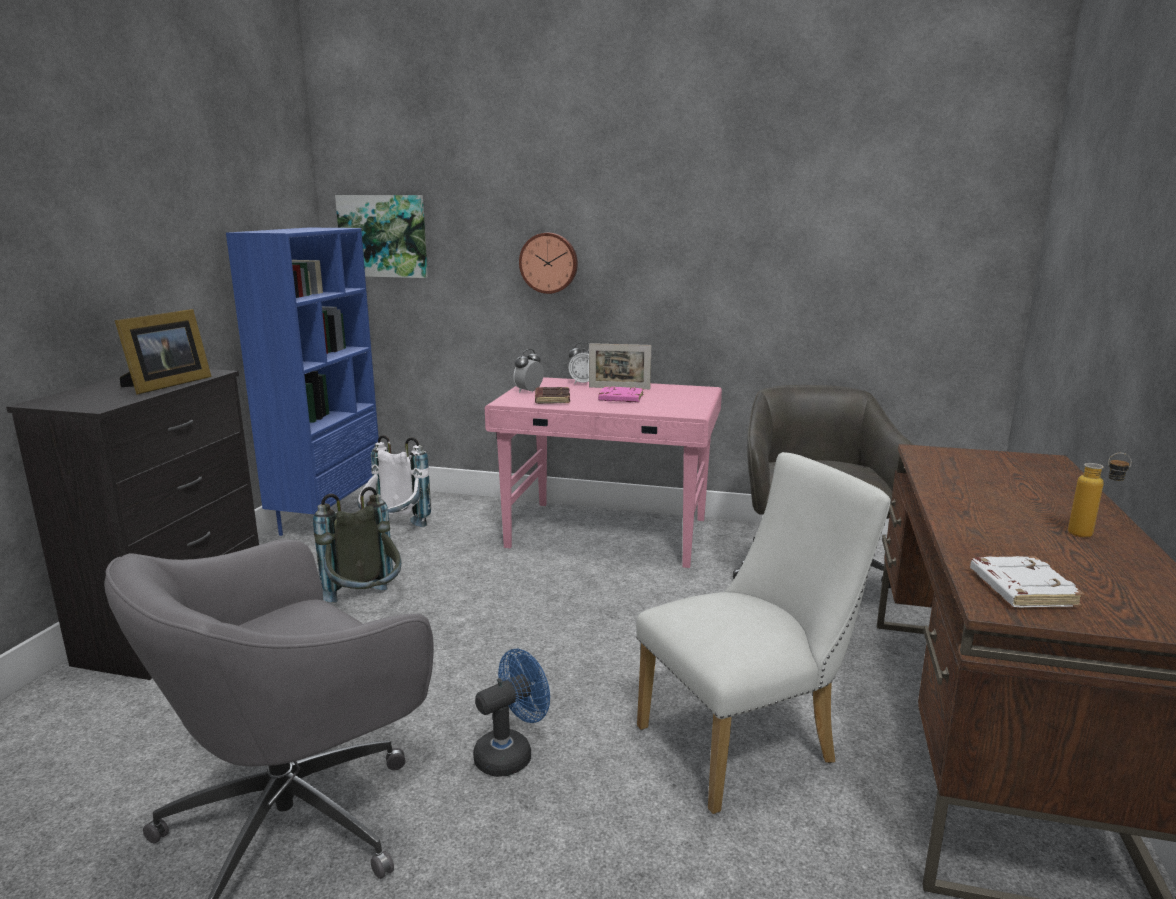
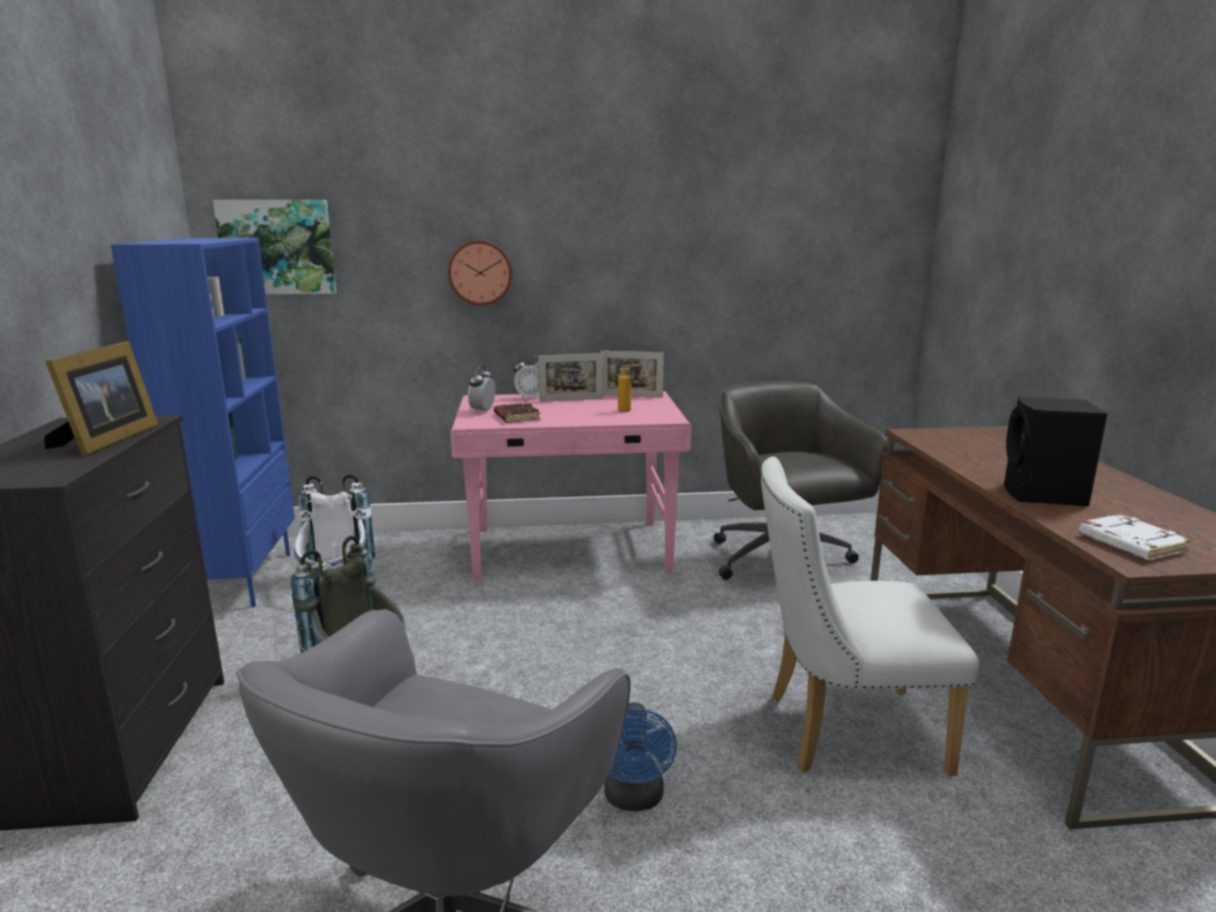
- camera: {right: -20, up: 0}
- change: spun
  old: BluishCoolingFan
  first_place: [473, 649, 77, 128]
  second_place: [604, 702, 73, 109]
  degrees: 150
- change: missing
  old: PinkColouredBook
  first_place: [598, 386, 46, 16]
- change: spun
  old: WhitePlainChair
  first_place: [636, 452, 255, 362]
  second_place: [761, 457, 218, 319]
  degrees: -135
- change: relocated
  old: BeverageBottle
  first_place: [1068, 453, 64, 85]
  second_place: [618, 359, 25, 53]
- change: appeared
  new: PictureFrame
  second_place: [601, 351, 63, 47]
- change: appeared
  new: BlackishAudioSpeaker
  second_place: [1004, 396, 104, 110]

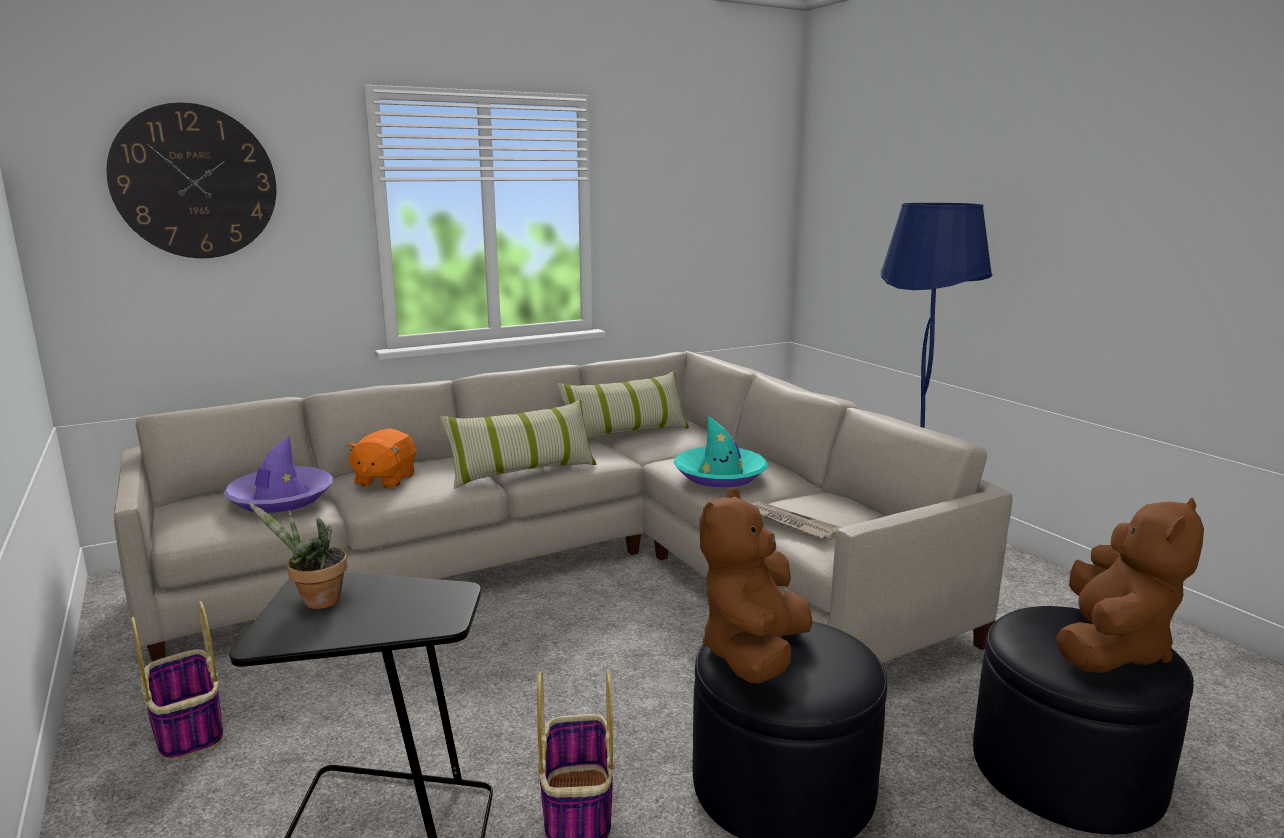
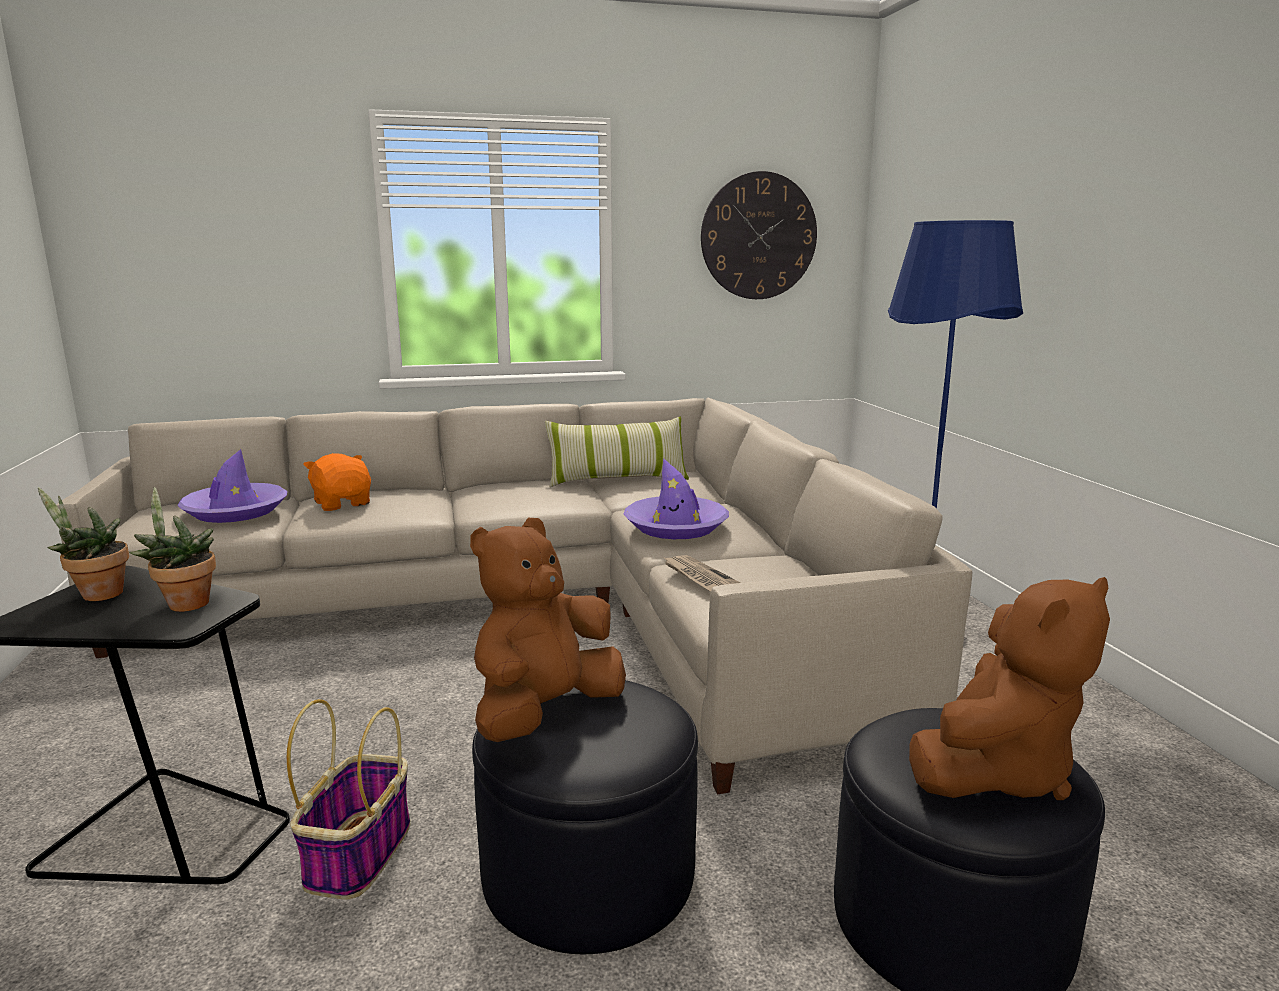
- camera: {right: 15, up: 0}
- change: relocated
  old: ClockOnTheWall
  first_place: [106, 102, 170, 156]
  second_place: [701, 171, 116, 128]
- change: missing
  old: StorageBasket
  first_place: [131, 601, 92, 160]
- change: spun
  old: OrangeColouredSoftToy
  first_place: [345, 428, 71, 61]
  second_place: [303, 453, 68, 58]
  degrees: 120
- change: missing
  old: Pillow
  first_place: [440, 400, 156, 88]
- change: colour
  old: TurquoiseColouredHat
  new: PurpleColouredHat
  first_place: [673, 415, 95, 72]
  second_place: [624, 458, 105, 81]
- change: appeared
  new: PlantInAPot
  second_place: [129, 487, 87, 125]

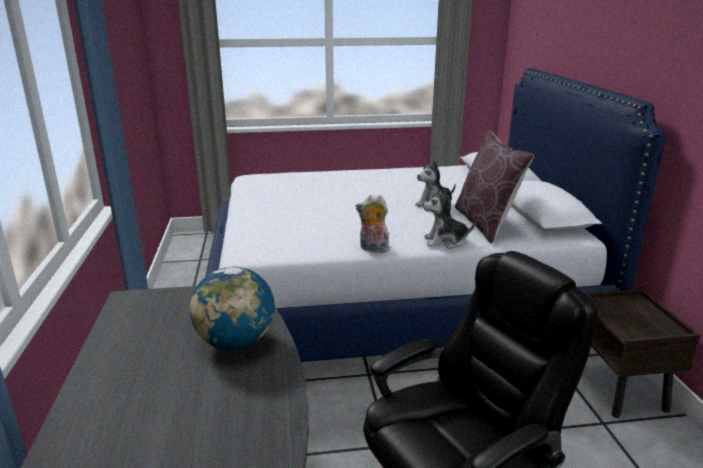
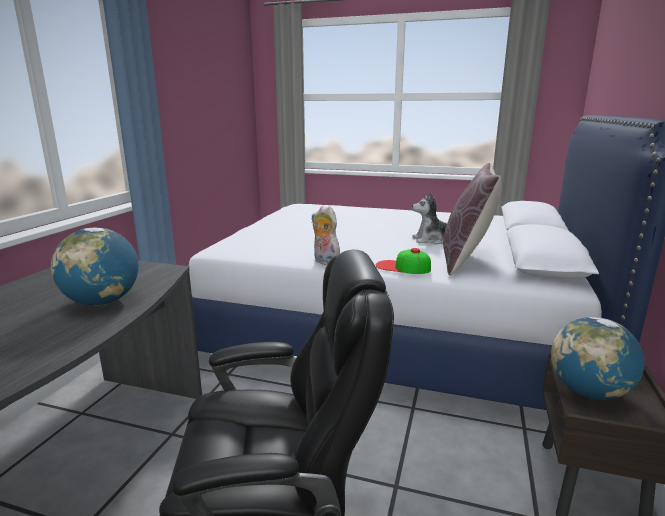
- camera: {right: 25, up: -5}
- change: exchanged
  old: SoftToy
  new: PeakedCap
  first_place: [423, 190, 53, 59]
  second_place: [376, 248, 55, 26]
- change: appeared
  new: DeskGlobe
  second_place: [551, 317, 94, 83]

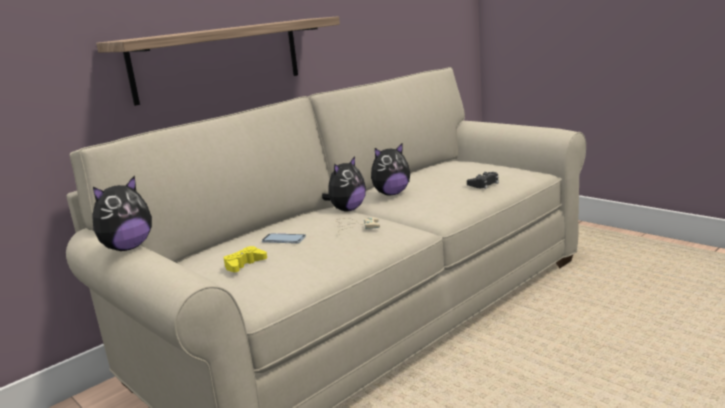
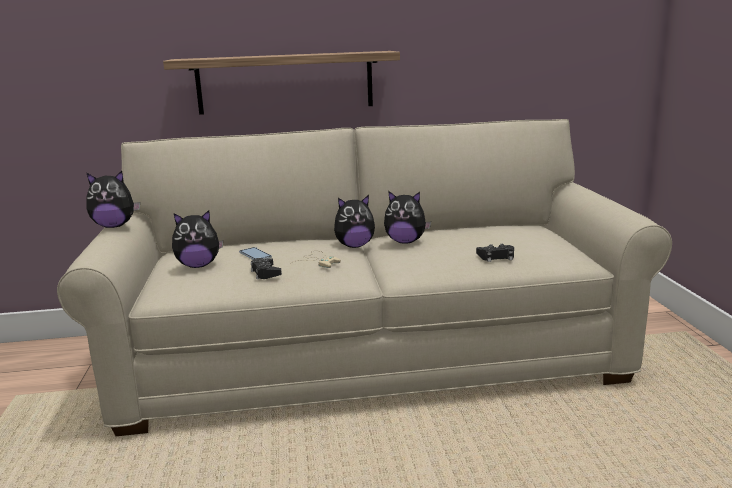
- camera: {right: 35, up: 0}
- change: exchanged
  old: YellowColouredJoypad
  new: SoftToy
  first_place: [224, 246, 43, 26]
  second_place: [172, 210, 51, 58]
- change: appeared
  new: BlackishJoypad
  second_place: [251, 258, 31, 21]

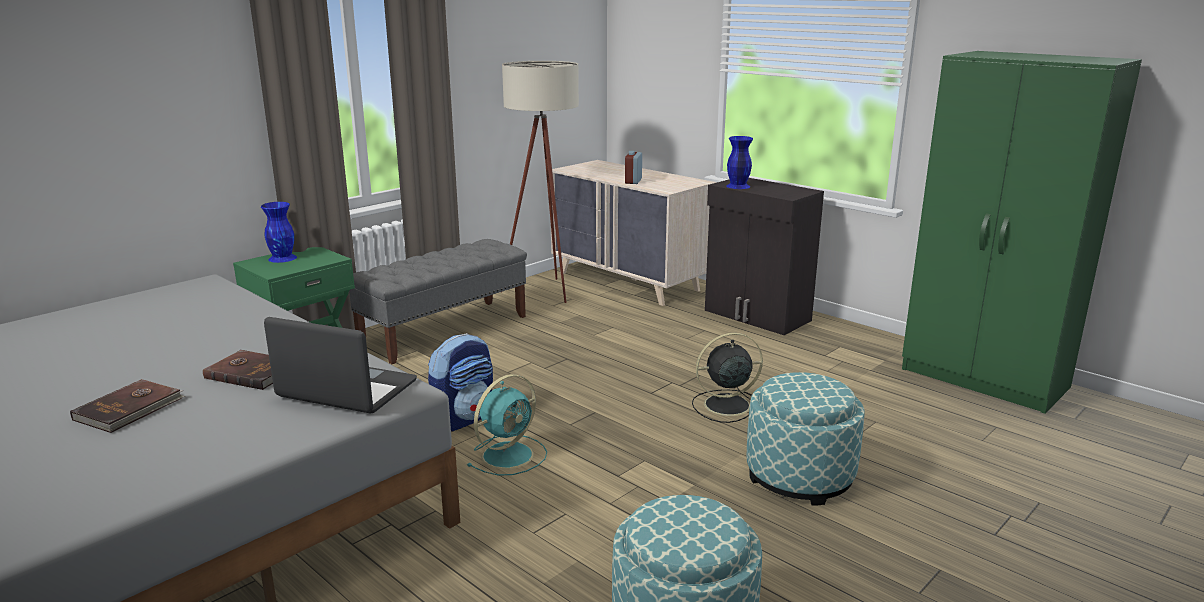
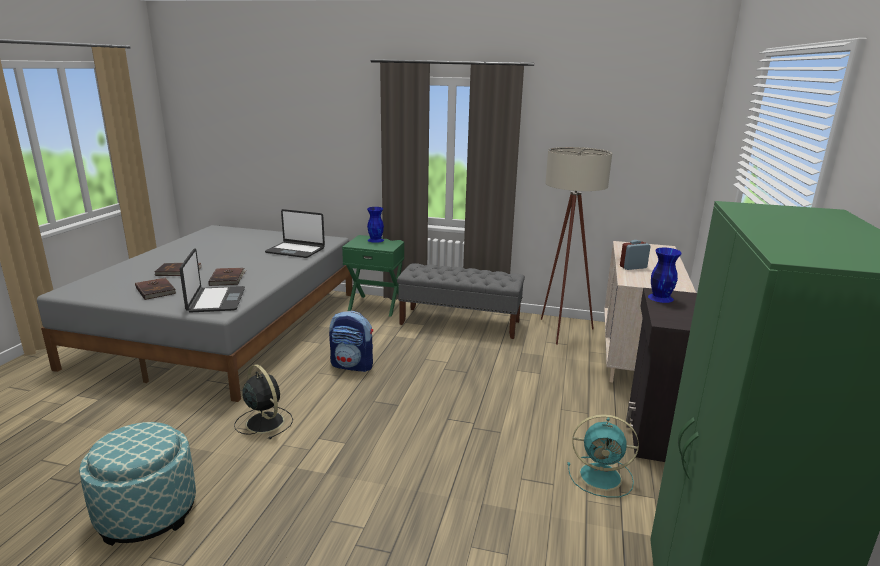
- camera: {right: 60, up: 0}
- change: relocated
  old: TurquoiseColouredCoolingFan
  first_place: [467, 374, 80, 102]
  second_place: [567, 414, 72, 84]
- change: relocated
  old: BlackishCoolingFan
  first_place: [692, 333, 71, 90]
  second_place: [234, 364, 59, 75]
- change: missing
  old: Ottoman
  first_place: [747, 372, 118, 134]
- change: appeared
  new: BrownBook
  second_place: [135, 278, 41, 22]
- change: appeared
  new: Laptop
  second_place: [265, 209, 60, 49]

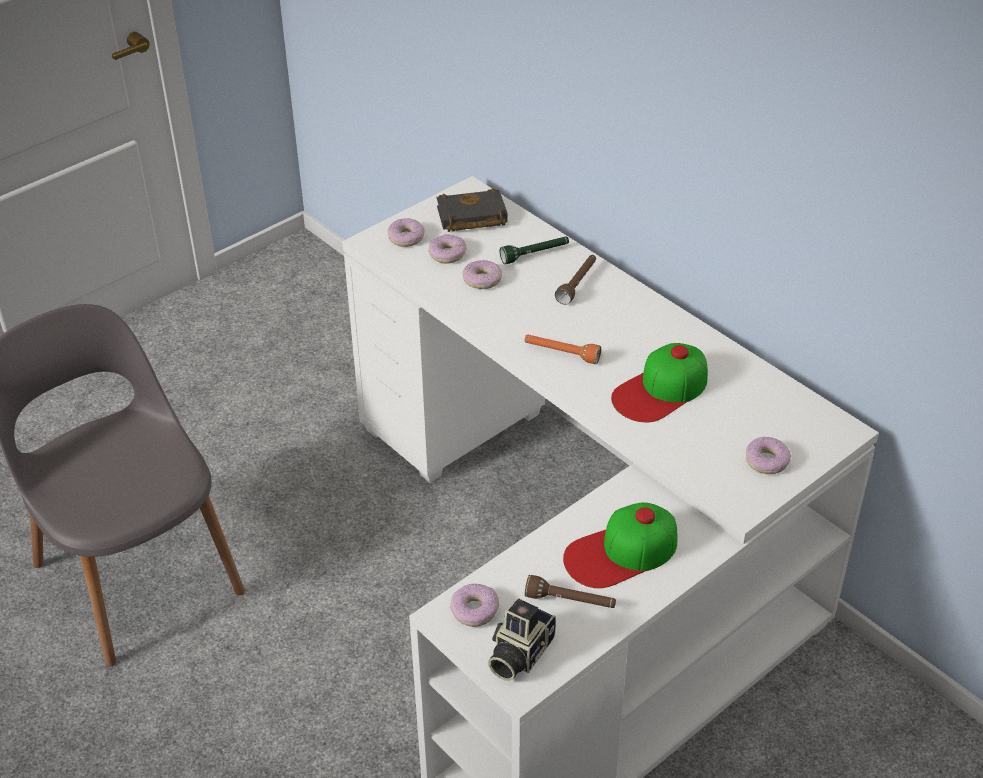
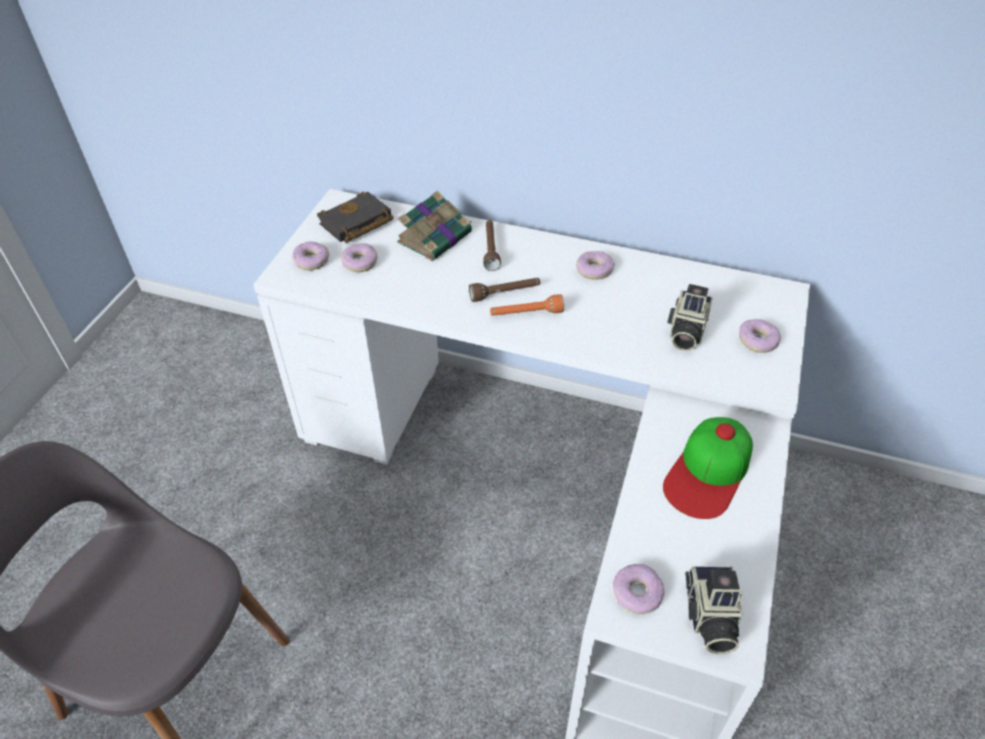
- camera: {right: -30, up: 5}
- change: relocated
  old: Donut
  first_place: [462, 260, 40, 29]
  second_place: [576, 251, 39, 29]
- change: exchanged
  old: GreenHandTorch
  new: Book
  first_place: [500, 237, 69, 27]
  second_place: [397, 191, 75, 70]
- change: relocated
  old: BrownHandTorch
  first_place: [525, 575, 91, 33]
  second_place: [469, 278, 71, 24]
- change: missing
  old: PeakedCap
  first_place: [611, 343, 97, 79]
- change: appeared
  new: PhotoCamera
  second_place: [667, 284, 46, 67]

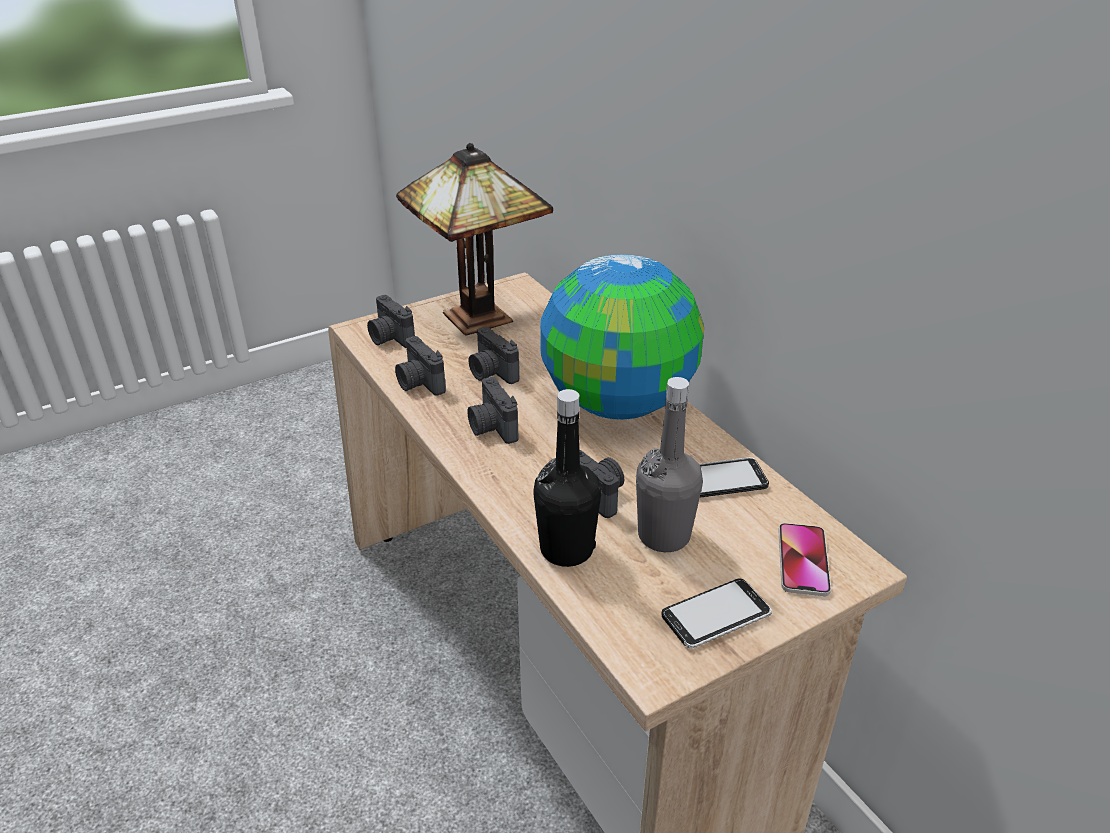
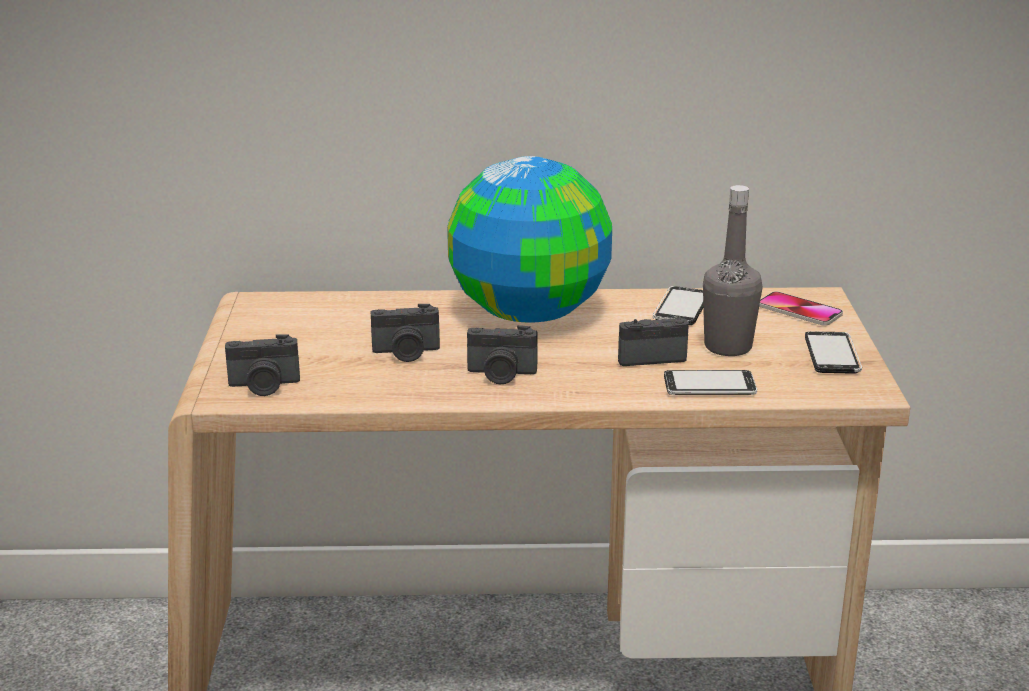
- camera: {right: -60, up: -10}
- change: missing
  old: PhotoCamera
  first_place: [395, 336, 51, 60]
- change: missing
  old: LampForATable
  first_place: [396, 143, 157, 193]
- change: exchanged
  old: BlackishBeverageBottle
  new: Telephone
  first_place: [533, 389, 68, 178]
  second_place: [664, 370, 93, 25]

